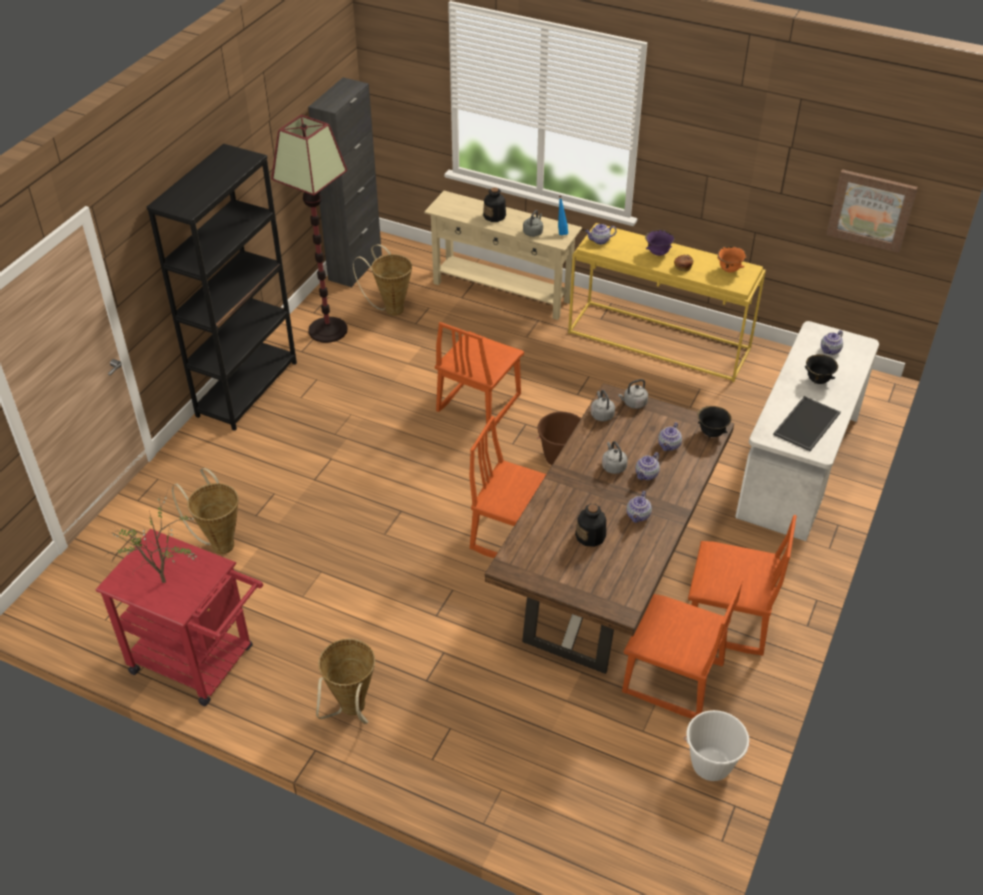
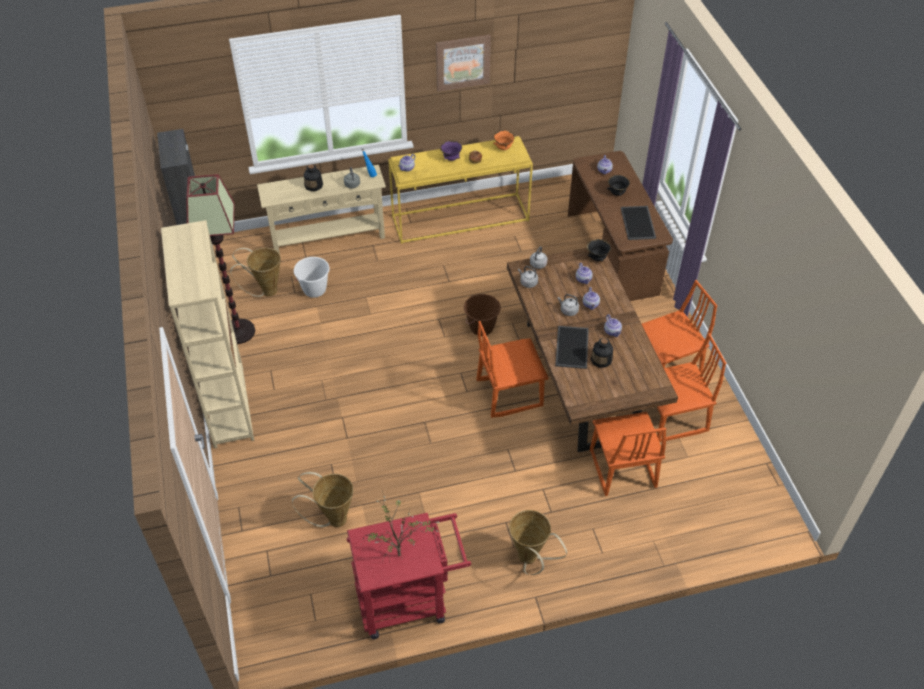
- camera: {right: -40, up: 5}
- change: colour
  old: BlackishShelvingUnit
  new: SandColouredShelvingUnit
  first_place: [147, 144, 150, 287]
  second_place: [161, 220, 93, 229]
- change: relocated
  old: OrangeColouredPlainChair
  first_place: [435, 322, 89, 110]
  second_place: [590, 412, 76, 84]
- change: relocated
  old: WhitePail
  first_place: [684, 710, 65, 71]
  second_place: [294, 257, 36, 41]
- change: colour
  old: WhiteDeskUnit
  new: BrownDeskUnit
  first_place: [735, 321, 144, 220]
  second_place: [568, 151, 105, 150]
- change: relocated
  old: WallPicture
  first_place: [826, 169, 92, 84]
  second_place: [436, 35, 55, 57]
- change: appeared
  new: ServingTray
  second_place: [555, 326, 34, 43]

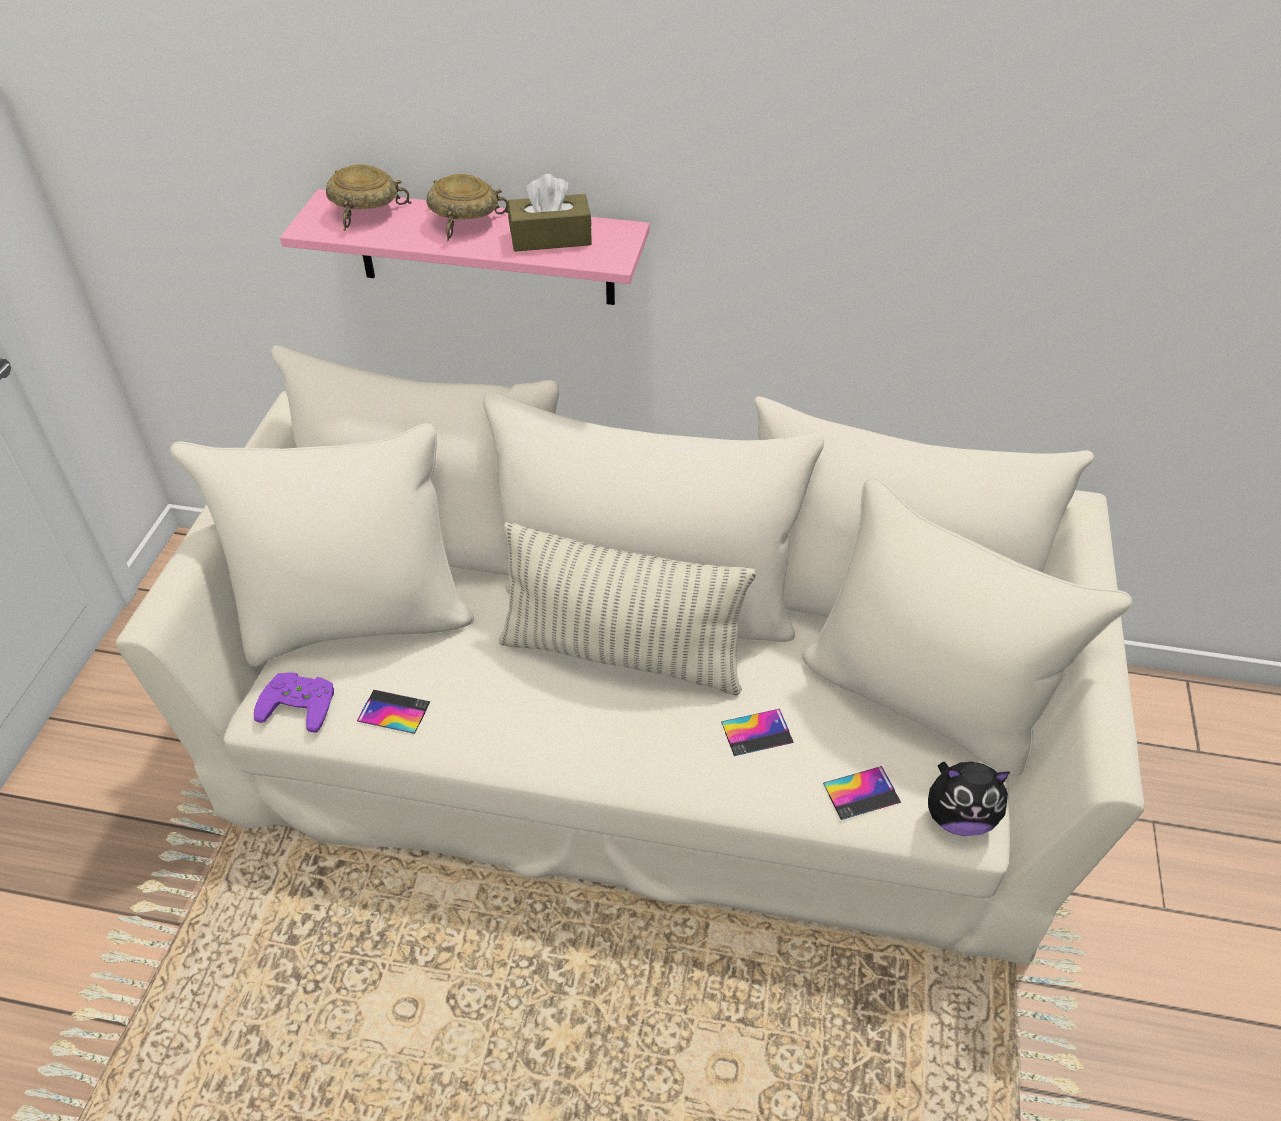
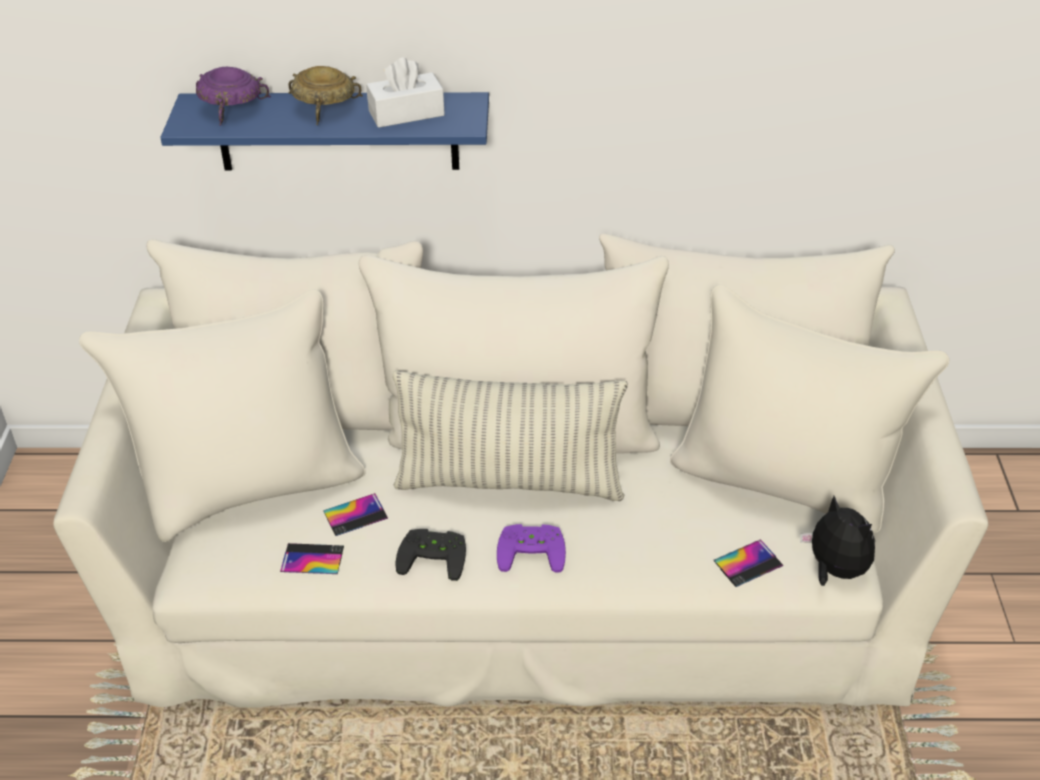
- camera: {right: -10, up: -5}
- change: relocated
  old: PurpleColouredJoypad
  first_place: [254, 672, 80, 61]
  second_place: [497, 524, 69, 49]
- change: colour
  old: PinkColouredWallShelf
  new: BluishWallShelf
  first_place: [280, 189, 370, 116]
  second_place: [160, 92, 329, 78]
- change: colour
  old: SandColouredServingBowl
  new: PurpleColouredServingBowl
  first_place: [326, 164, 85, 67]
  second_place: [196, 67, 75, 59]
- change: colour
  old: BrownBoxOfTissues
  new: WhiteBoxOfTissues
  first_place: [508, 174, 84, 78]
  second_place: [366, 57, 79, 71]
- change: relocated
  old: Telephone
  first_place: [721, 709, 73, 47]
  second_place: [323, 493, 65, 43]
- change: spun
  old: SoftToy
  first_place: [928, 762, 82, 74]
  second_place: [800, 496, 75, 90]
  degrees: -120
- change: appeared
  new: BlackishJoypad
  second_place: [395, 529, 71, 52]

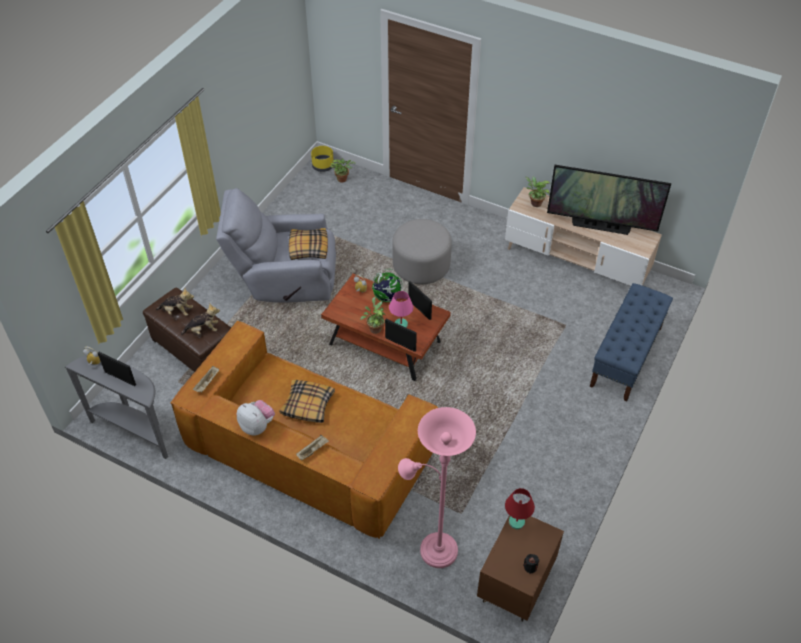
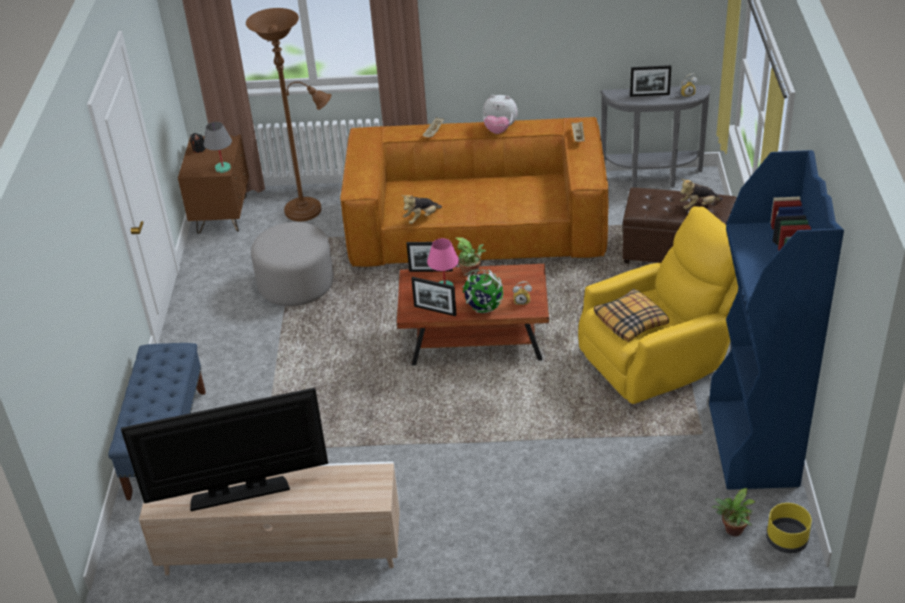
- camera: {right: 155, up: -10}
- change: relocated
  old: SoftToy
  first_place: [181, 304, 39, 31]
  second_place: [401, 195, 41, 29]
- change: colour
  old: GrayLoungeChair
  new: YellowColouredLoungeChair
  first_place: [216, 188, 120, 115]
  second_place: [578, 206, 160, 198]
- change: missing
  old: Pillow
  first_place: [279, 380, 56, 43]
- change: relocated
  old: GrayOttoman
  first_place: [392, 219, 60, 65]
  second_place: [251, 222, 83, 84]
- change: colour
  old: PinkColouredFloorLamp
  new: BrownFloorLamp
  first_place: [398, 407, 78, 161]
  second_place: [246, 8, 85, 213]
- change: colour
  old: RedLampForATable
  new: GrayLampForATable
  first_place: [505, 488, 30, 41]
  second_place: [204, 122, 28, 51]
- change: missing
  old: PlantInAPot
  first_place: [526, 177, 24, 30]
- change: appeared
  new: BluishShelvingUnit
  second_place: [709, 150, 135, 340]

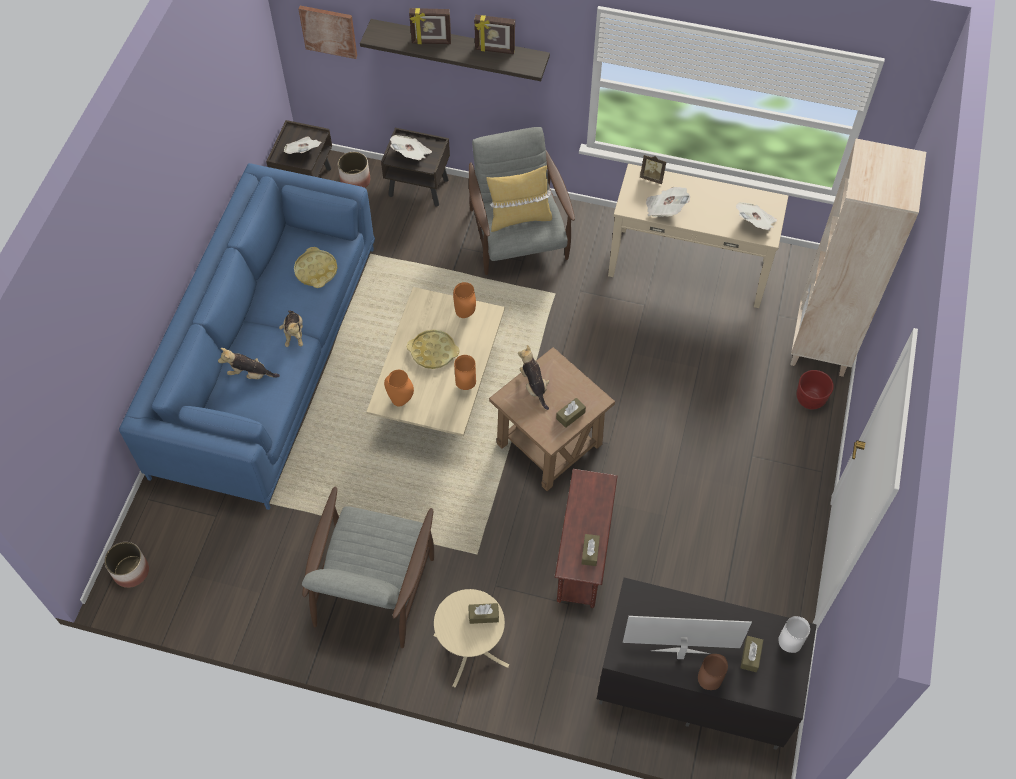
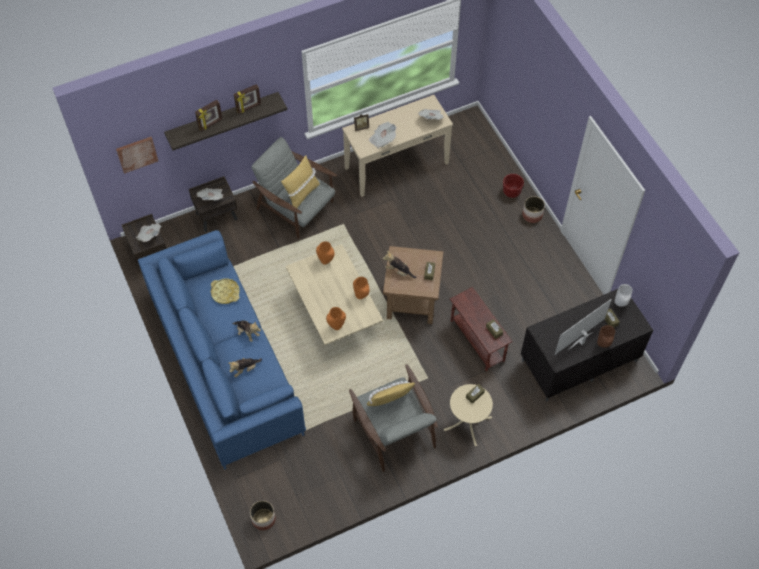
- camera: {right: -40, up: 0}
- change: relocated
  old: FlowerPot
  first_place: [338, 152, 32, 36]
  second_place: [522, 196, 23, 27]
- change: missing
  old: YellowColouredServingTray
  first_place: [407, 330, 52, 39]
- change: missing
  old: SandColouredShelvingUnit
  first_place: [790, 139, 136, 238]
- change: appeared
  new: YellowColouredPillow
  second_place: [367, 381, 48, 25]

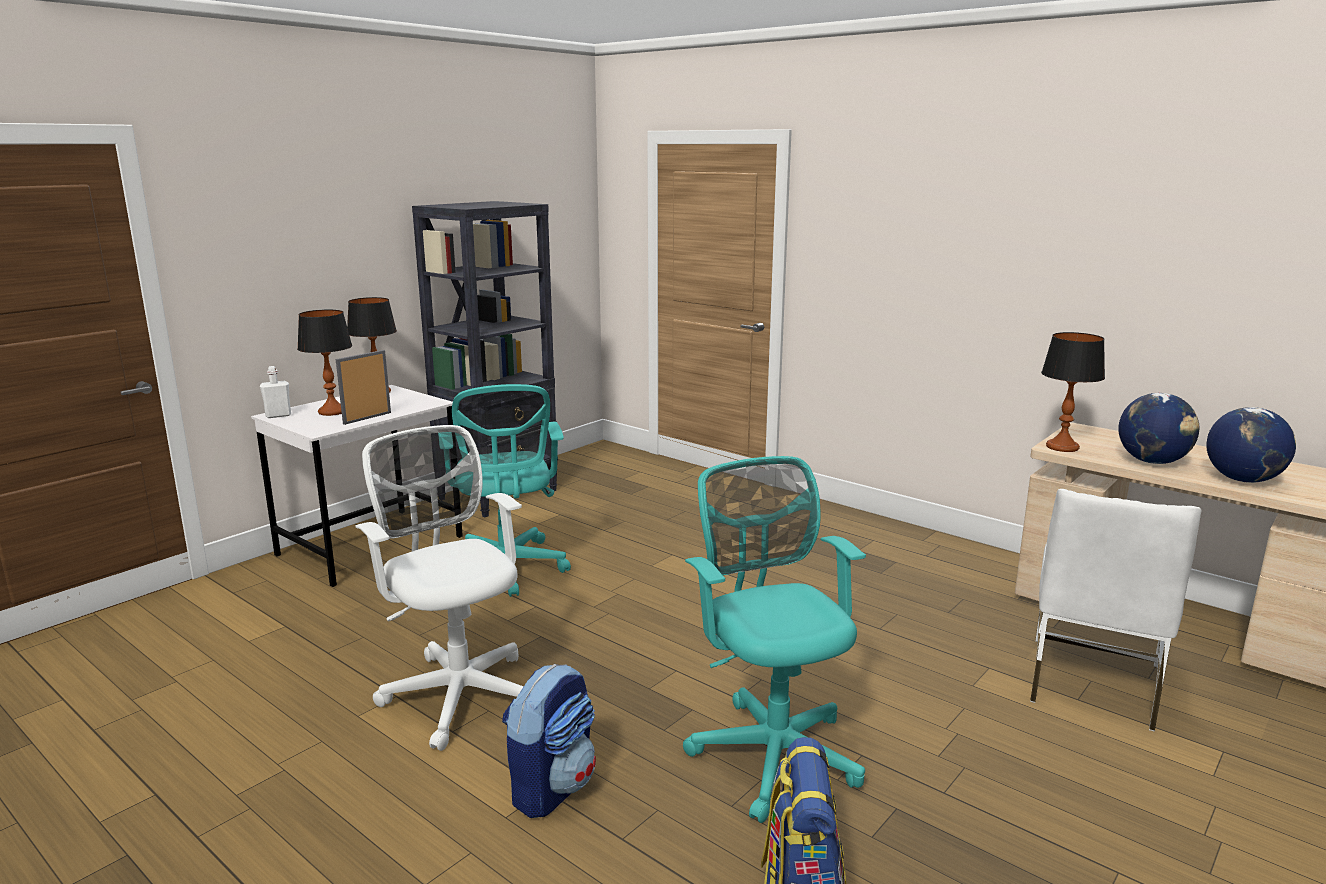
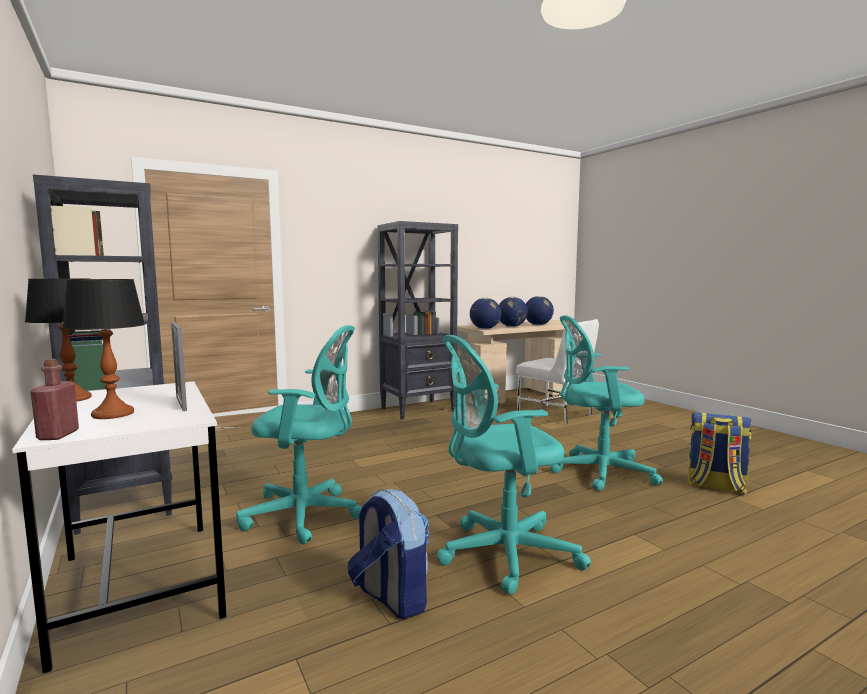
- camera: {right: -70, up: -10}
- change: colour
  old: WhiteBeverageBottle
  new: RedBeverageBottle
  first_place: [260, 366, 31, 52]
  second_place: [30, 359, 49, 81]
- change: colour
  old: WhiteComputerChair
  new: TurquoiseColouredComputerChair
  first_place: [356, 425, 168, 326]
  second_place: [437, 335, 154, 260]
- change: relocated
  old: Backpack
  first_place: [502, 664, 94, 154]
  second_place: [348, 489, 81, 130]
- change: exchanged
  old: LampForATable
  new: DeskGlobe
  first_place: [1041, 332, 64, 120]
  second_place: [470, 298, 31, 31]
- change: appeared
  new: BlackishShelvingUnit
  second_place: [377, 221, 81, 199]

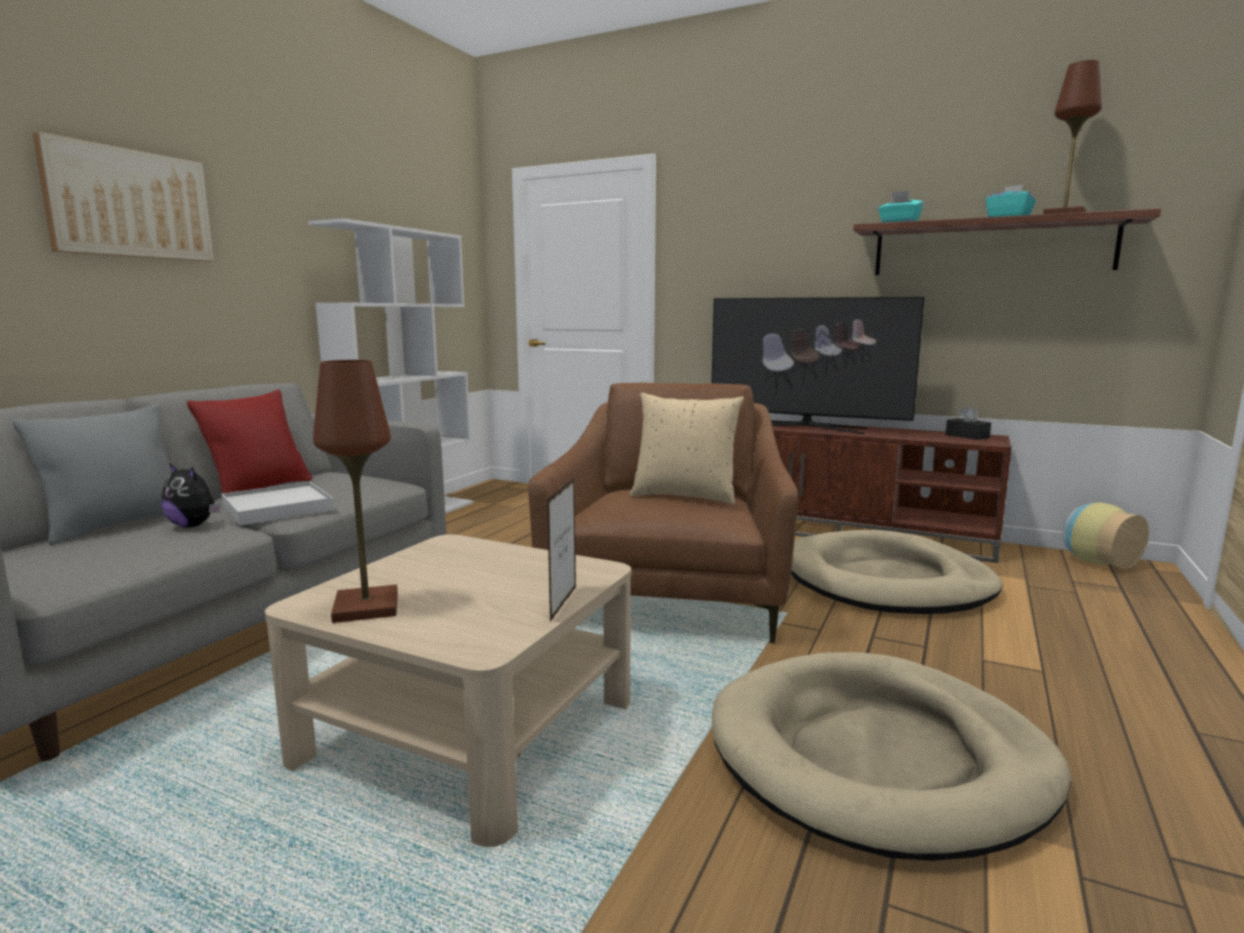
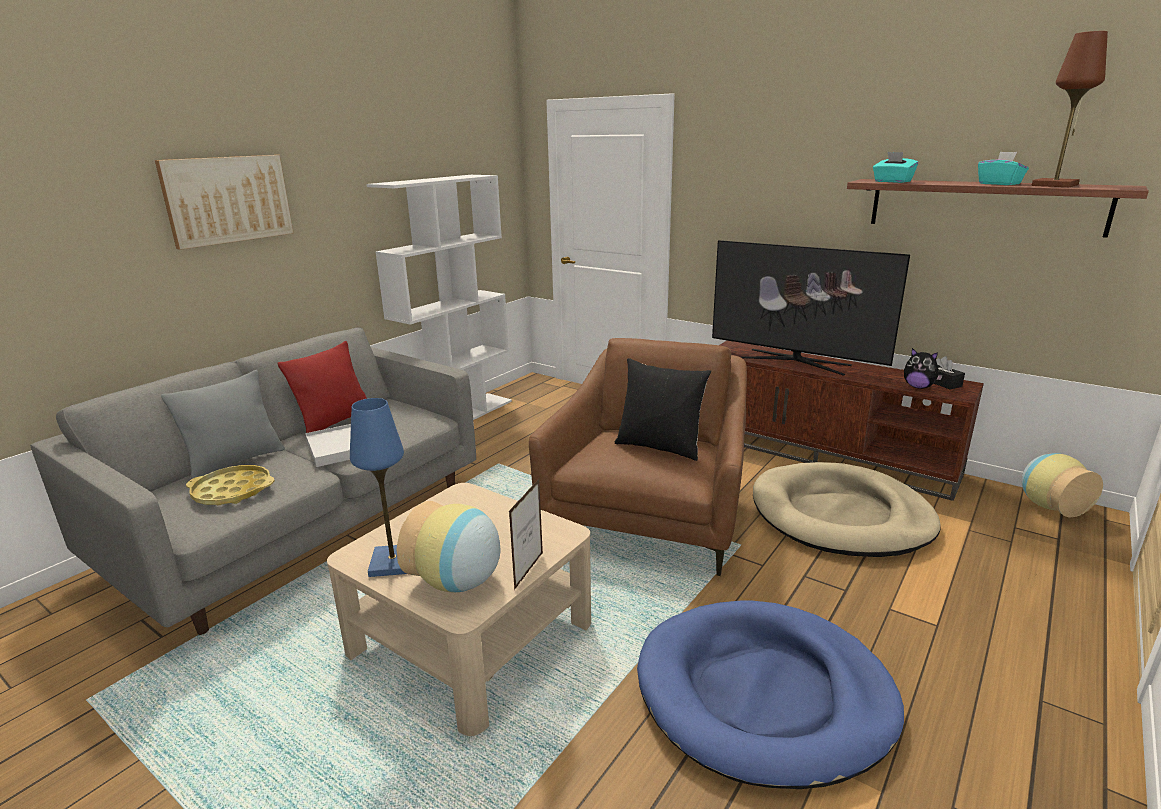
- camera: {right: 10, up: 10}
- change: relocated
  old: SoftToy
  first_place: [162, 463, 58, 65]
  second_place: [904, 348, 39, 41]
- change: colour
  old: BrownLampForATable
  new: BluishLampForATable
  first_place: [313, 360, 85, 263]
  second_place: [350, 398, 56, 179]
- change: colour
  old: SandColouredPillow
  new: BlackishPillow
  first_place: [630, 393, 114, 112]
  second_place: [615, 358, 96, 103]
- change: colour
  old: SandColouredDogCushion
  new: BluishDogCushion
  first_place: [712, 652, 359, 209]
  second_place: [637, 601, 267, 188]
- change: appeared
  new: YellowColouredServingTray
  second_place: [186, 465, 89, 40]
- change: appeared
  new: FlowerVase
  second_place: [397, 501, 103, 91]

